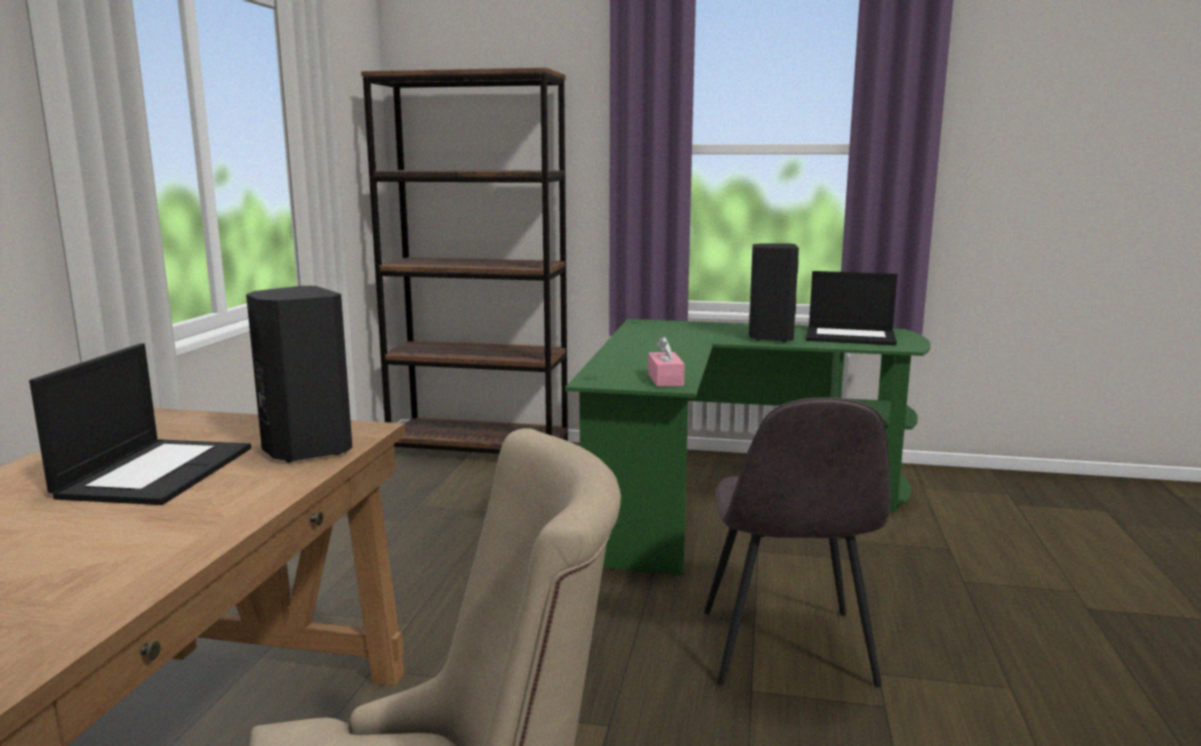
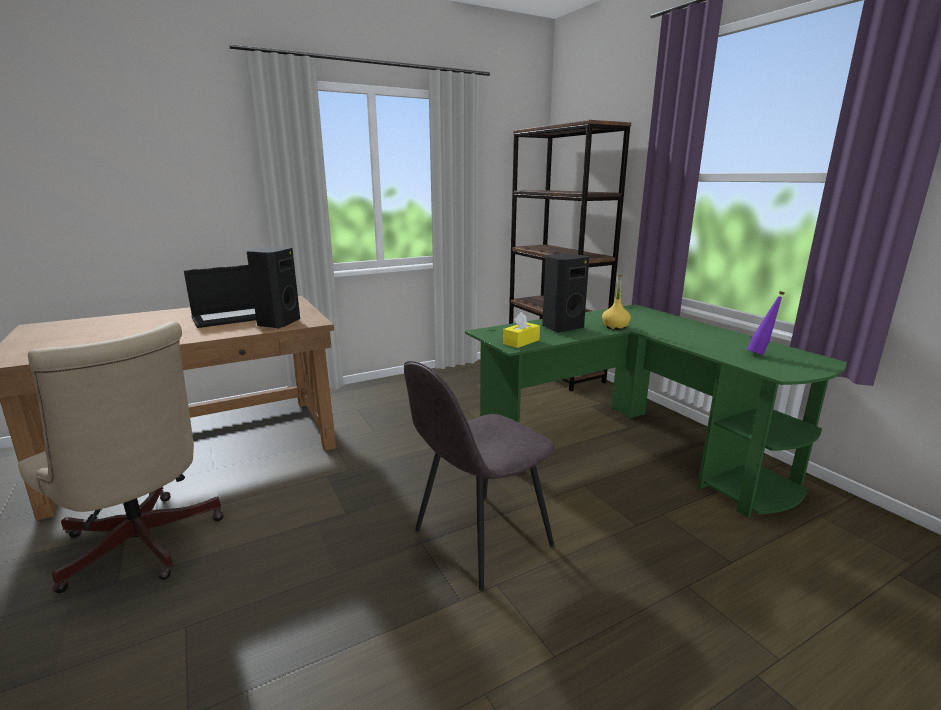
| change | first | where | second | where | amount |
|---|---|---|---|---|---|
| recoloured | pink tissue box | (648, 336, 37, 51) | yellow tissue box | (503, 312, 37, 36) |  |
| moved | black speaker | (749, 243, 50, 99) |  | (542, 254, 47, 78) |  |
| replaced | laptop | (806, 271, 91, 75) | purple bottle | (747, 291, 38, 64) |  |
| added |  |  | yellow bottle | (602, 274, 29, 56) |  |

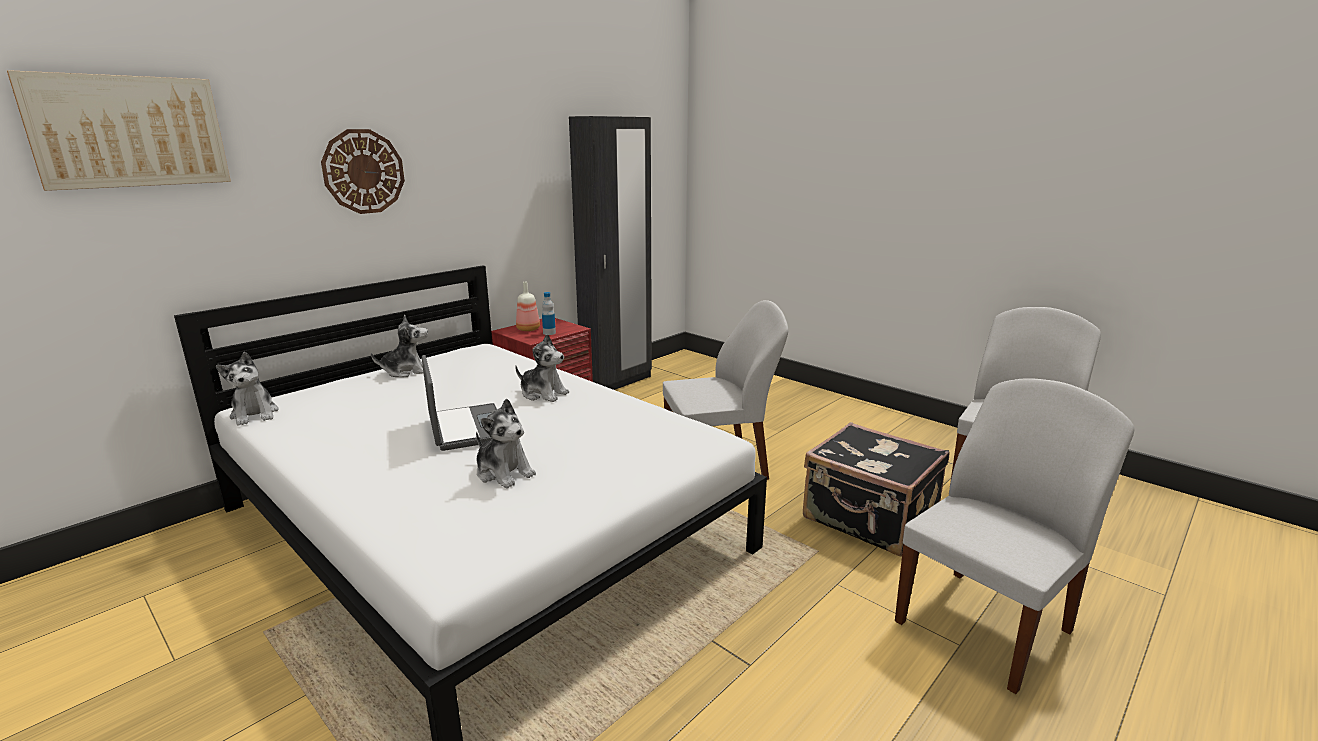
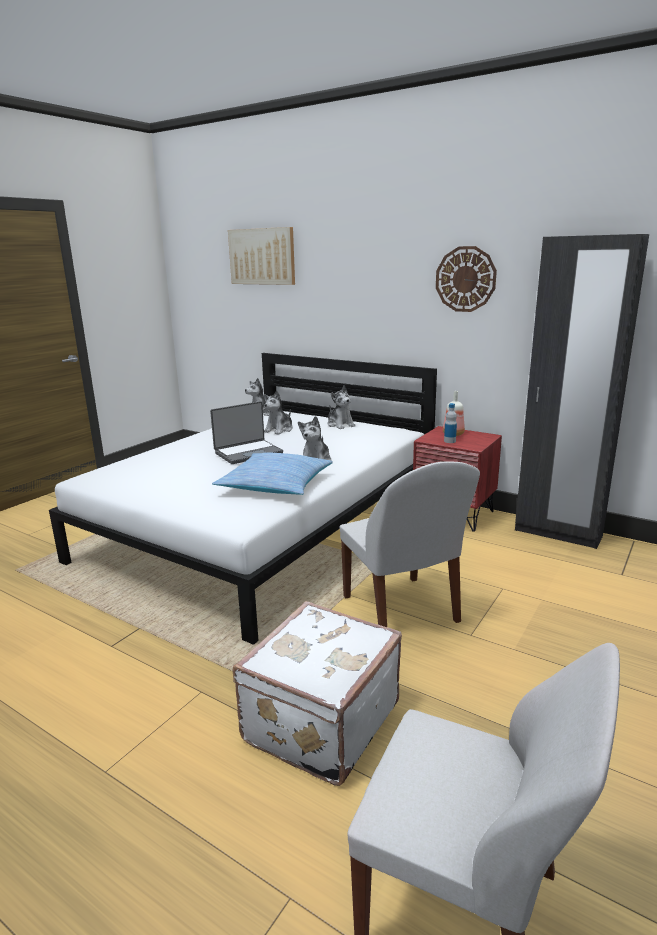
| change | first | where | second | where | amount |
|---|---|---|---|---|---|
| moved | wall clock | (321, 129, 84, 85) |  | (436, 246, 61, 66) |  |
| moved | plush toy | (476, 399, 60, 89) |  | (264, 391, 29, 44) |  |
| recoloured | black suitcase | (803, 422, 146, 135) | white suitcase | (232, 601, 170, 185) |  |
| removed | white chair | (895, 378, 239, 316) |  |  |  |
| added |  |  | pillow | (212, 452, 121, 43) |  |

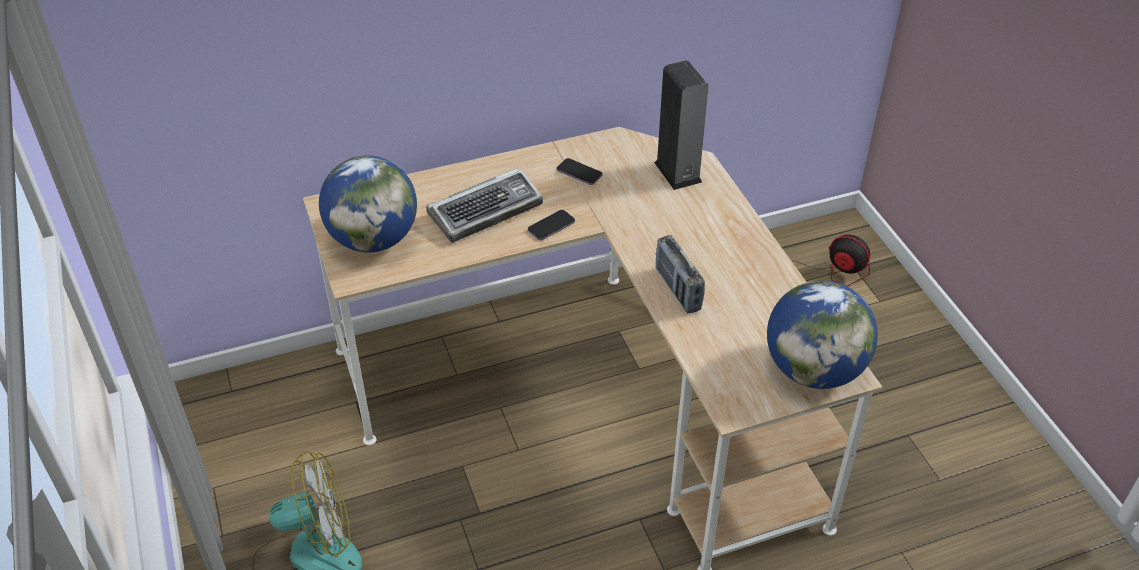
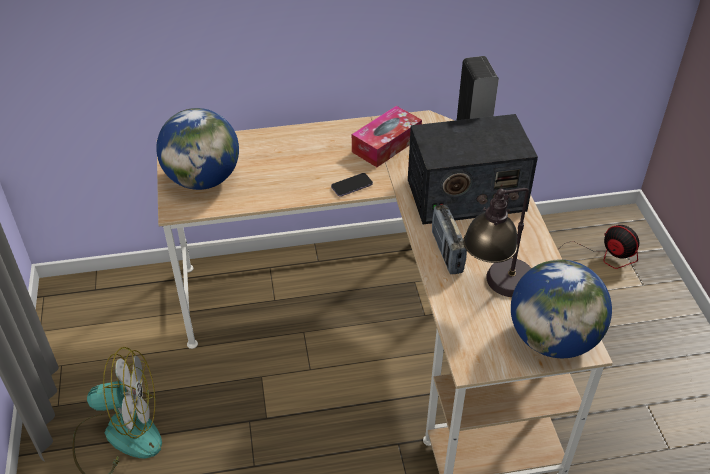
| change | first | where | second | where | amount |
|---|---|---|---|---|---|
| removed | keyboard | (426, 168, 117, 75) |  |  |  |
| replaced | phone | (557, 158, 46, 27) | tissue box | (352, 106, 70, 61) |  |
| added |  |  | radio | (408, 114, 130, 110) |  |
| added |  |  | table lamp | (463, 188, 68, 109) |  |

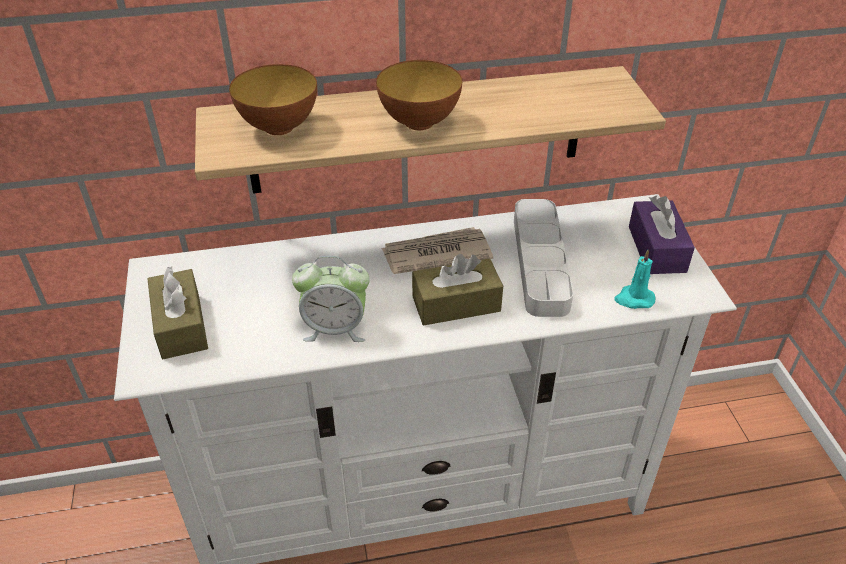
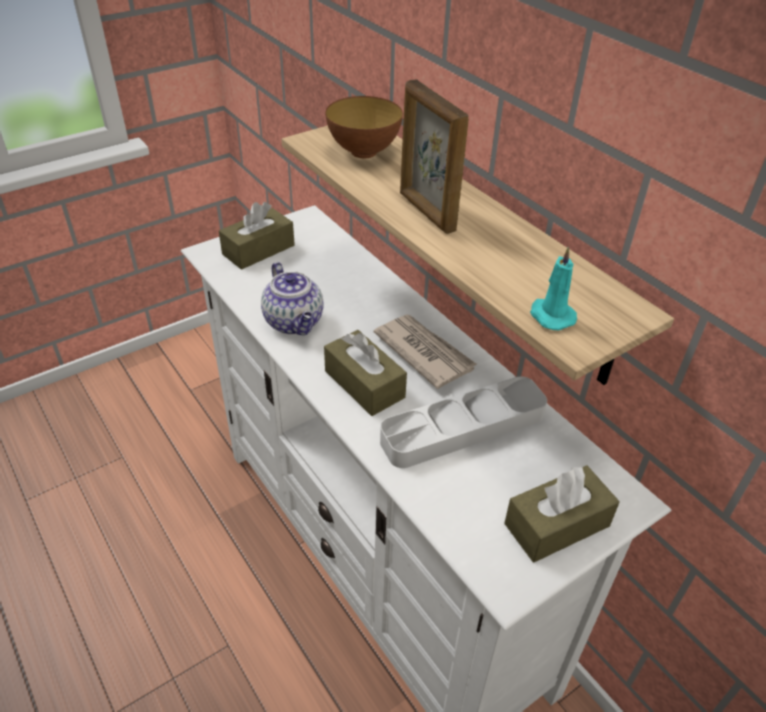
| change | first | where | second | where | amount |
|---|---|---|---|---|---|
| replaced | alarm clock | (292, 255, 78, 87) | teapot | (261, 262, 63, 73) |  |
| replaced | bowl | (376, 60, 86, 70) | picture frame | (400, 79, 69, 155) |  |
| moved | turquoise candle | (614, 250, 42, 59) |  | (530, 246, 47, 84) |  |
| recoloured | purple tissue box | (629, 195, 66, 79) | brown tissue box | (504, 466, 116, 96) |  |

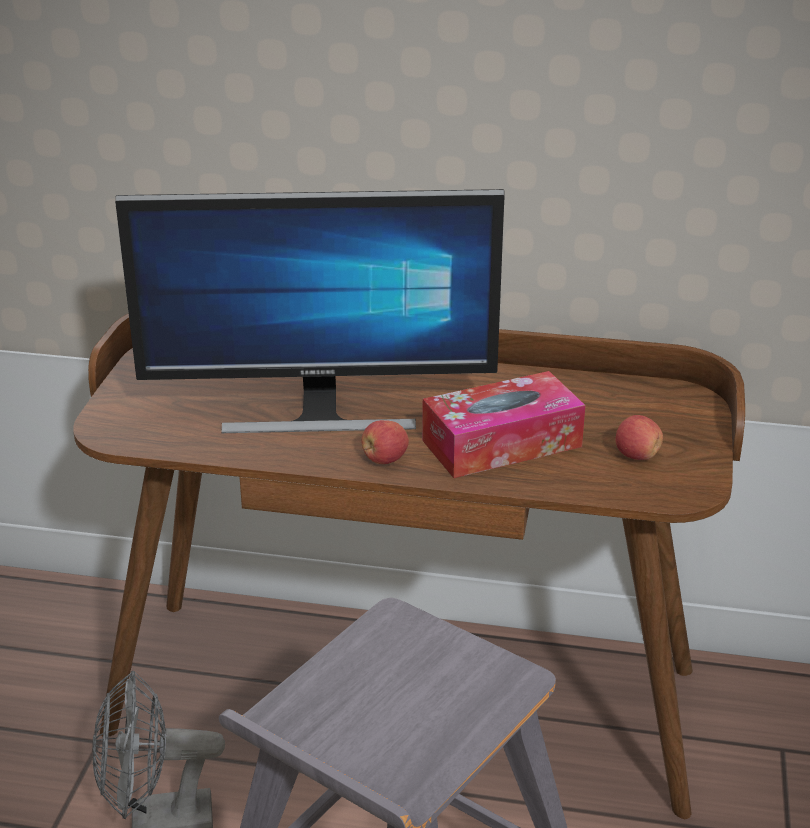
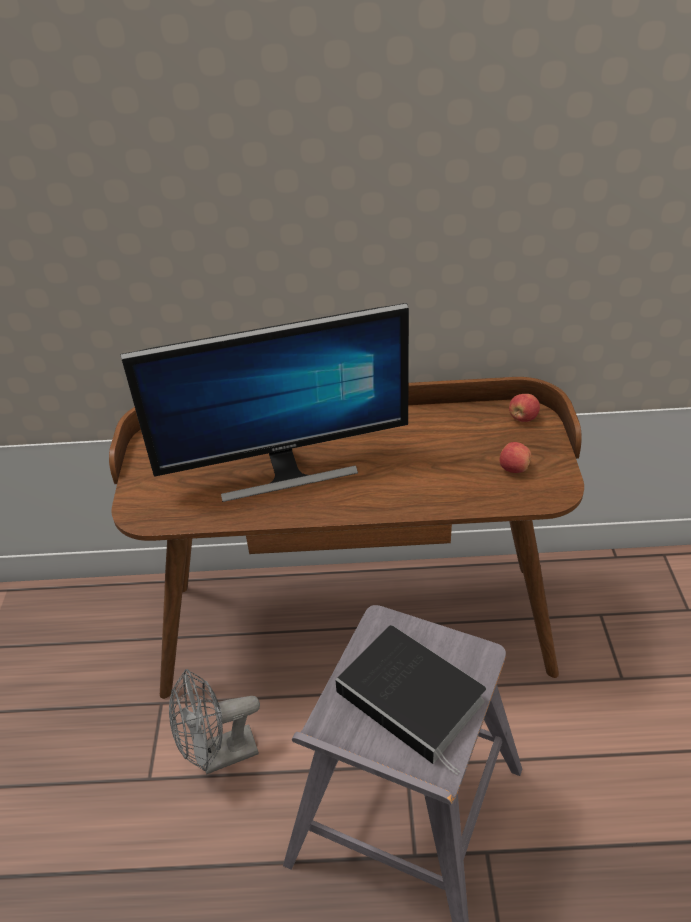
| change | first | where | second | where | amount |
|---|---|---|---|---|---|
| moved | apple | (361, 420, 48, 44) |  | (509, 394, 31, 28) |  |
| removed | tissue box | (422, 371, 163, 107) |  |  |  |
| added |  |  | book | (335, 625, 151, 150) |  |

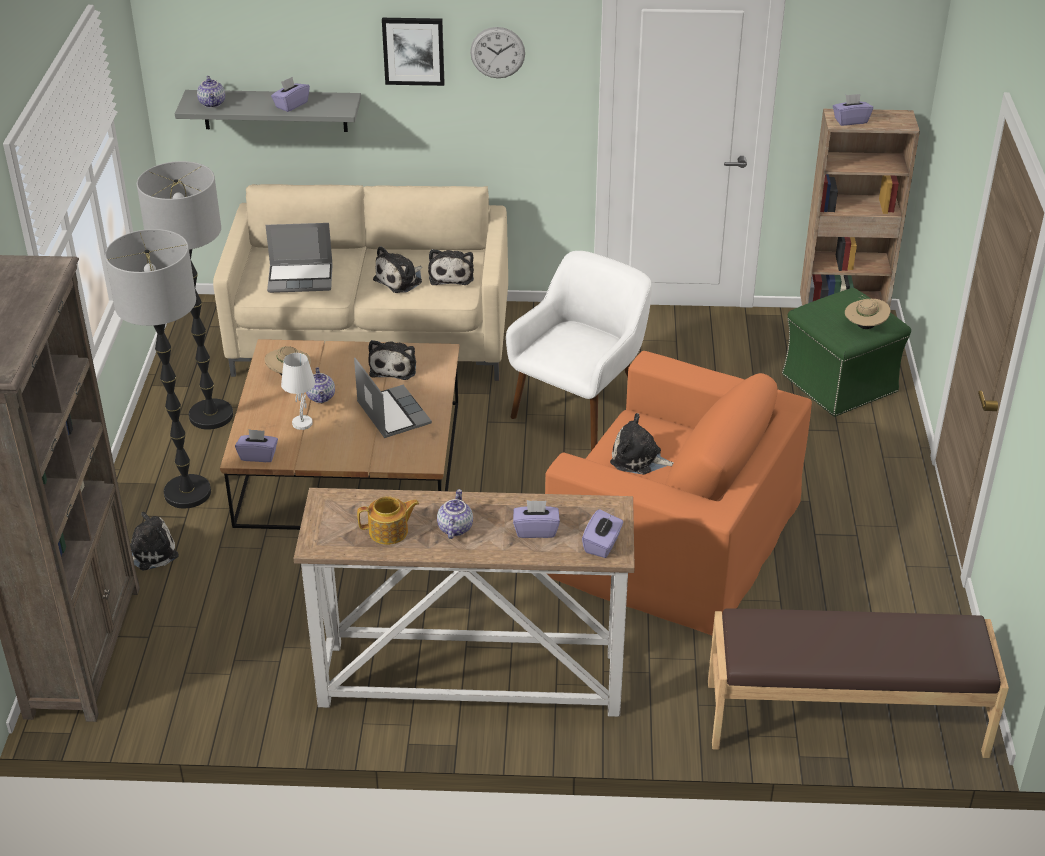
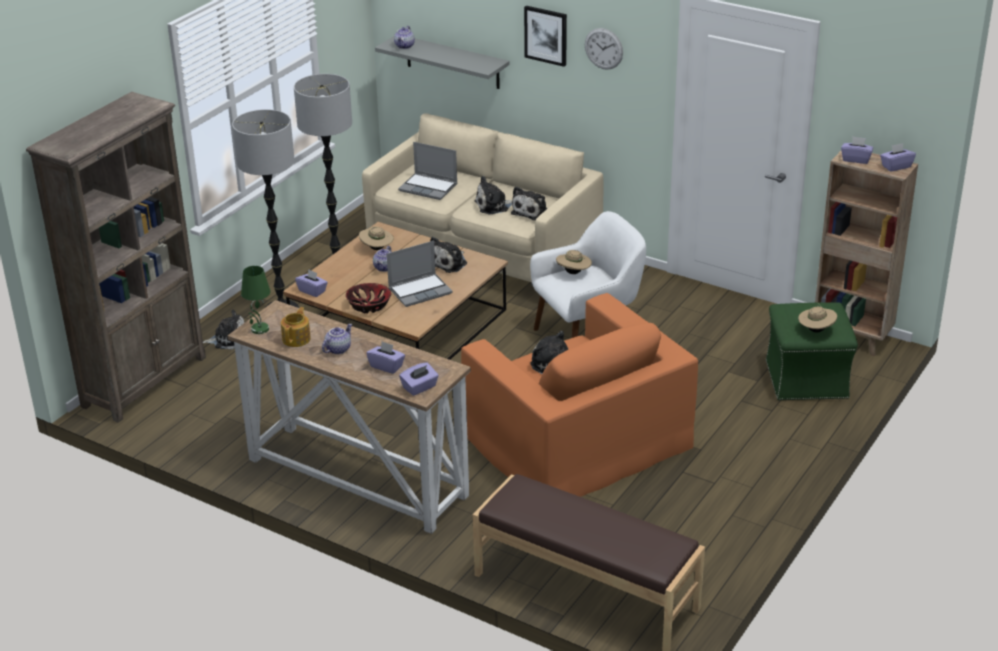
| change | first | where | second | where | amount |
|---|---|---|---|---|---|
| moved | purple tissue box | (271, 77, 39, 35) |  | (880, 143, 36, 29) |  |
| removed | white table lamp | (281, 353, 34, 77) |  |  |  |
| turned | laptop | (354, 358, 78, 80) |  | (387, 241, 65, 66) | 60 degrees clockwise |
| turned | teapot | (357, 496, 62, 49) |  | (281, 307, 30, 40) | 90 degrees counterclockwise |
| added |  |  | green table lamp | (241, 266, 30, 68) |  |
| added |  |  | bowl | (346, 283, 45, 30) |  |
| added |  |  | beige hat | (556, 250, 36, 24) |  |

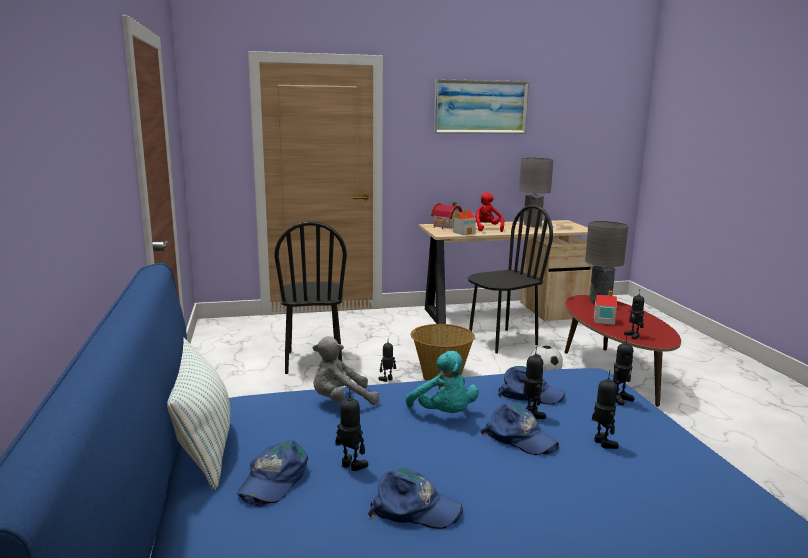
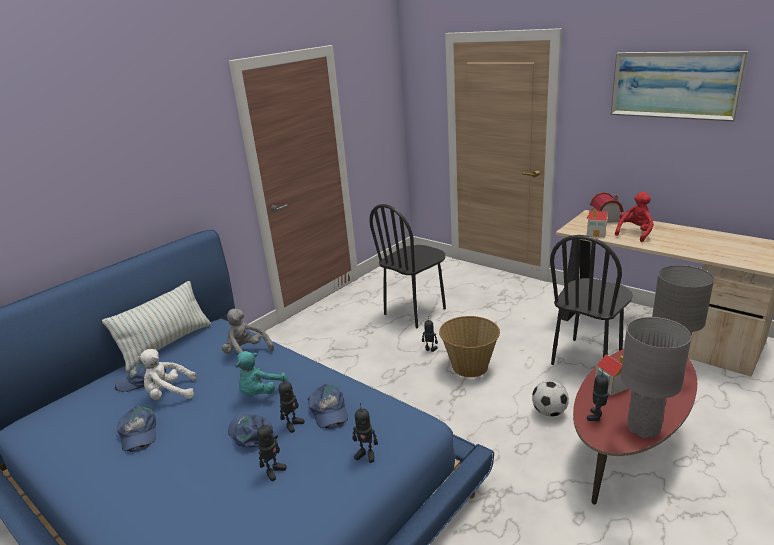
| change | first | where | second | where | amount |
|---|---|---|---|---|---|
| replaced | toy robot | (335, 388, 33, 83) | white plush toy | (137, 349, 60, 51) |  |
| turned | black chair | (468, 205, 85, 148) |  | (550, 235, 83, 130) | 105 degrees clockwise |
| turned | blue cap | (480, 403, 79, 52) |  | (228, 414, 50, 33) | 135 degrees clockwise |
| moved | grey table lamp | (519, 158, 35, 69) |  | (621, 317, 70, 121) |  |

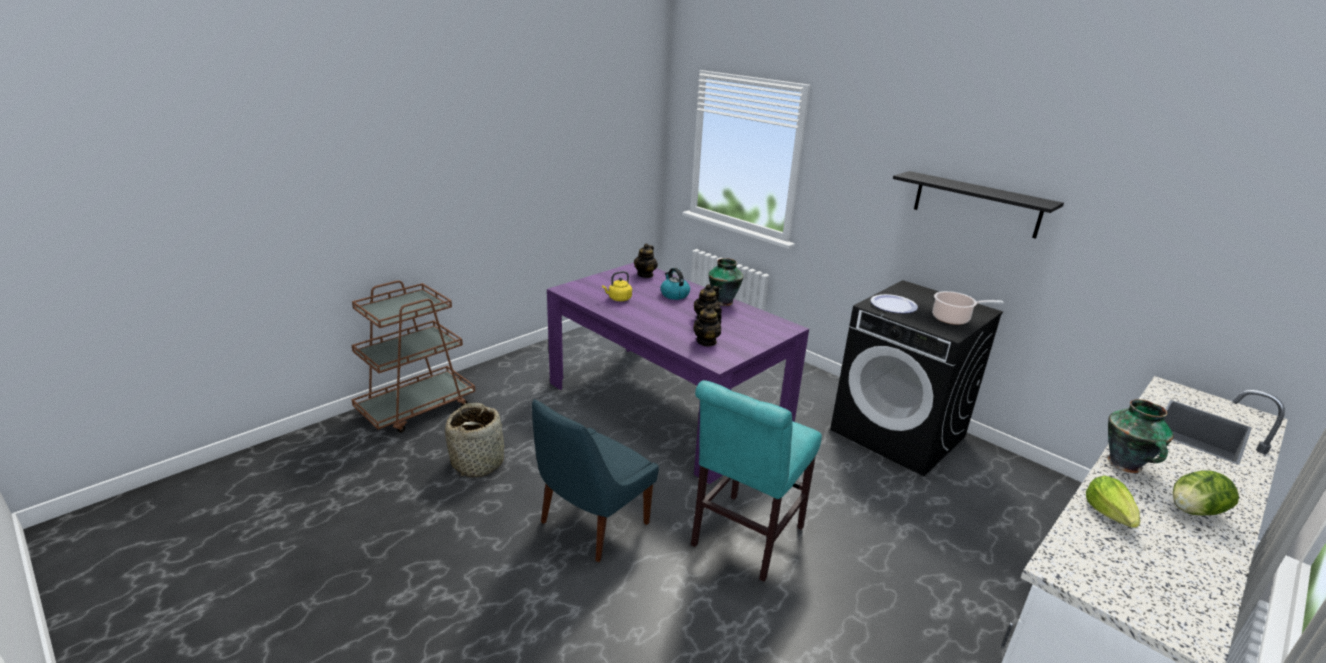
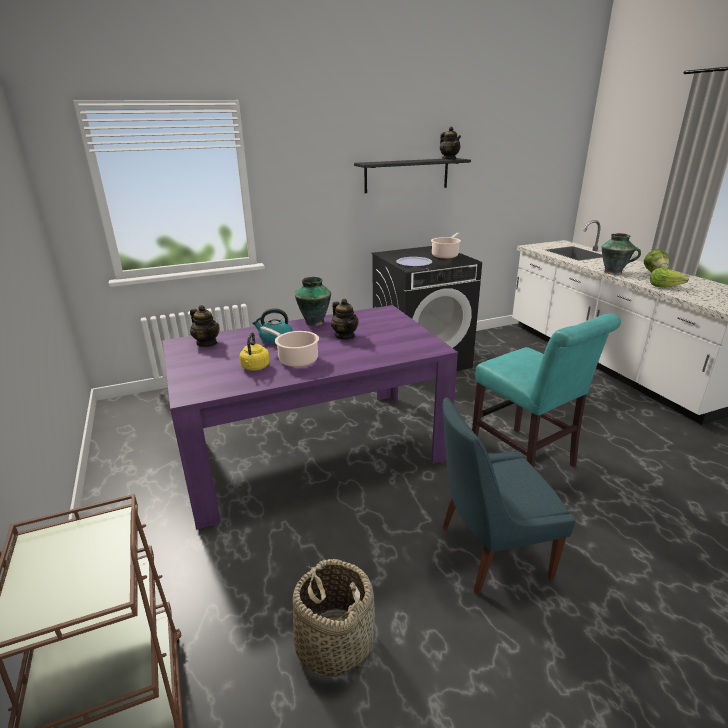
| change | first | where | second | where | amount |
|---|---|---|---|---|---|
| turned | blue chair | (532, 399, 127, 163) |  | (442, 397, 134, 198) | 105 degrees clockwise |
| moved | teapot | (693, 304, 29, 43) |  | (440, 126, 21, 34) |  |
| added |  |  | cooking pot | (260, 327, 59, 40) |  |

